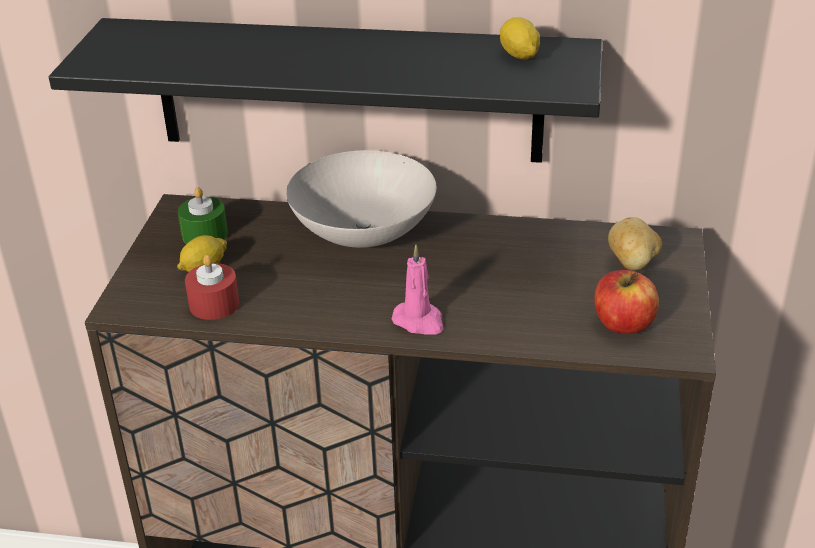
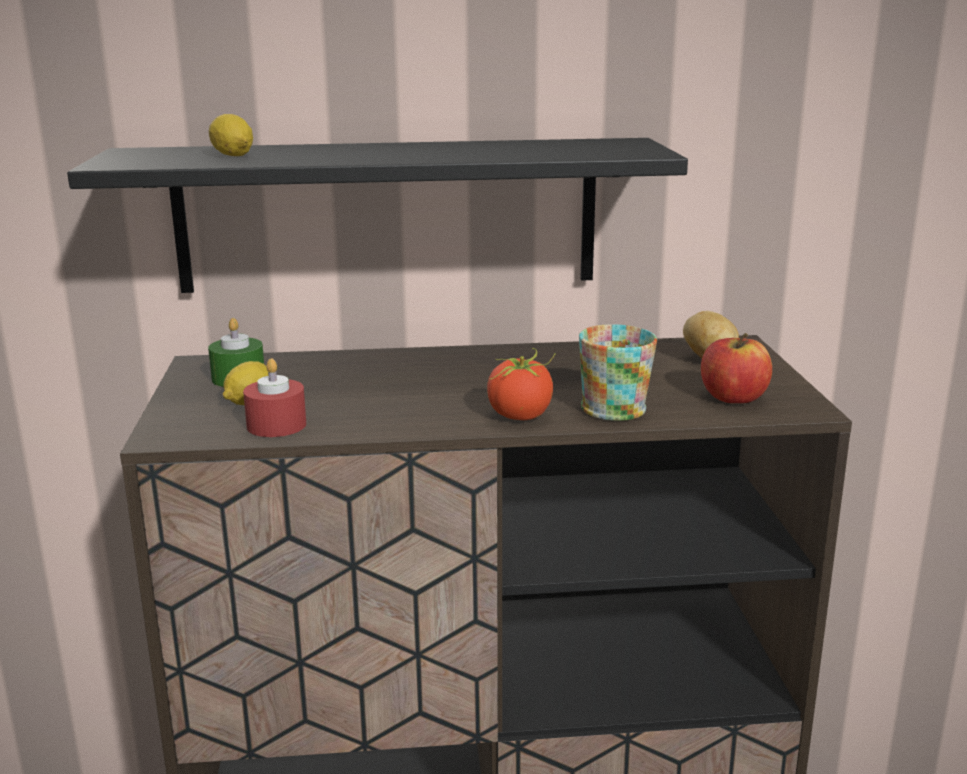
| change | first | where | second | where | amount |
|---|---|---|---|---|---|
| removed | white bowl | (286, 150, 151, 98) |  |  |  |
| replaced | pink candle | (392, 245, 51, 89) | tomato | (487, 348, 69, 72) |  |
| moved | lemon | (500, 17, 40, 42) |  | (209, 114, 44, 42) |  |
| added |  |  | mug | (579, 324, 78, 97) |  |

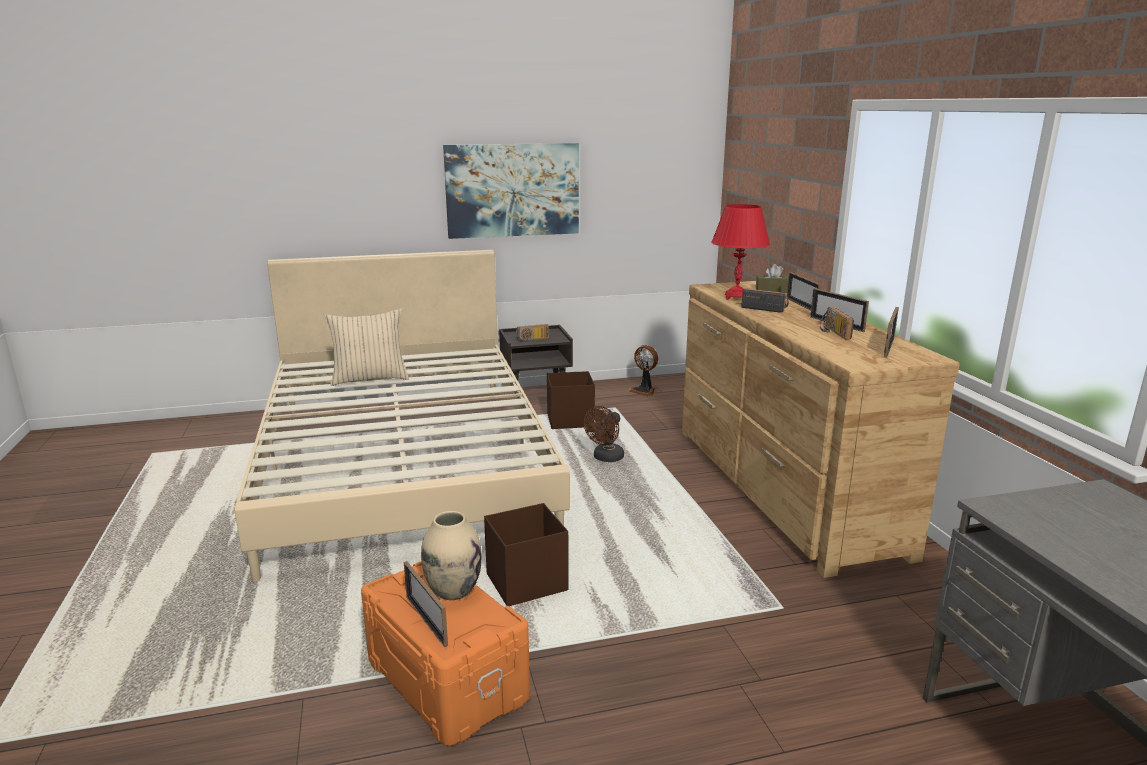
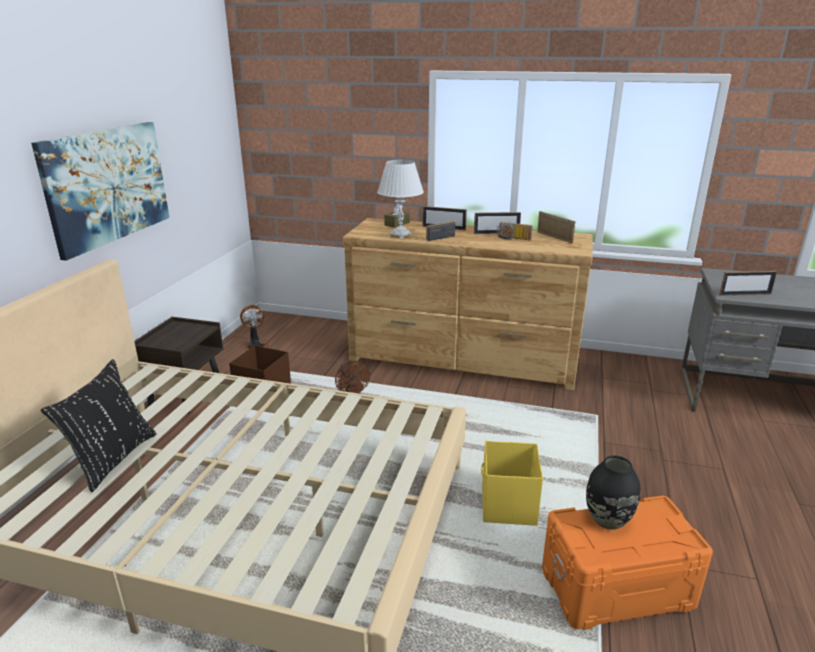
| change | first | where | second | where | amount |
|---|---|---|---|---|---|
| recoloured | beige pillow | (325, 309, 84, 77) | black pillow | (41, 359, 116, 133) |  |
| moved | picture frame | (404, 561, 44, 86) |  | (719, 271, 58, 25) |  |
| recoloured | beige vase | (421, 511, 61, 89) | black vase | (586, 456, 54, 74) |  |
| recoloured | brown storage box | (484, 503, 84, 103) | yellow storage box | (481, 441, 62, 85) |  |
| removed | radio | (516, 324, 33, 18) |  |  |  |
| recoloured | red table lamp | (711, 204, 59, 96) | white table lamp | (377, 160, 47, 79) |  |

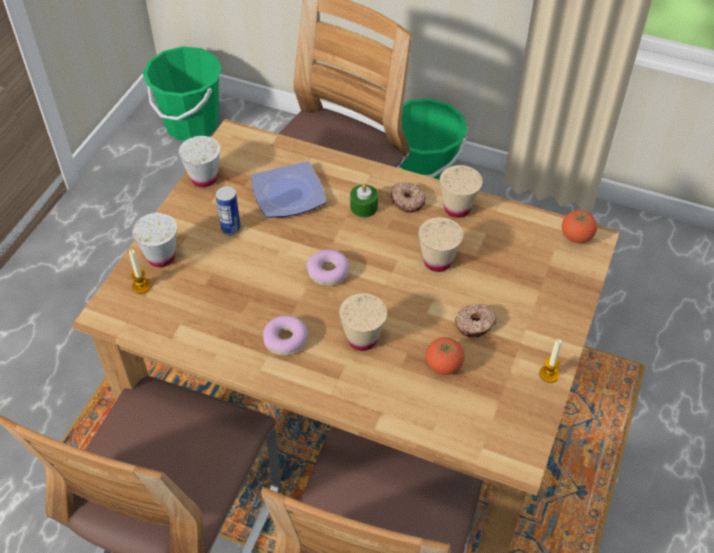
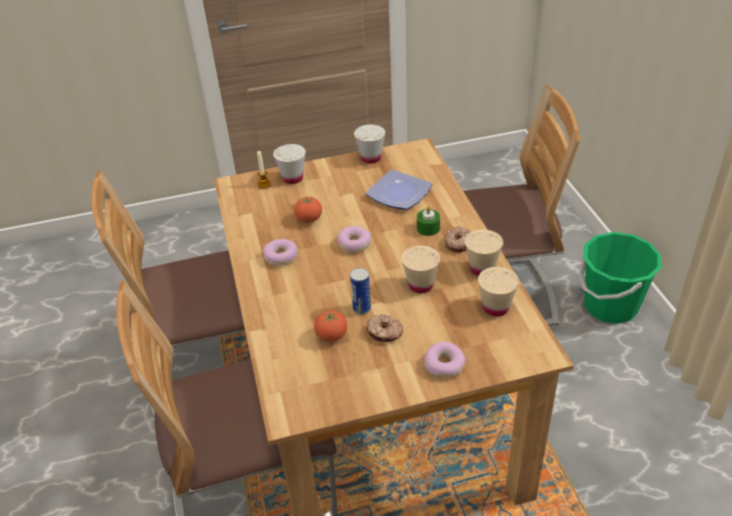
| change | first | where | second | where | amount |
|---|---|---|---|---|---|
| removed | green bucket | (143, 46, 79, 95) |  |  |  |
| moved | can | (215, 186, 26, 49) |  | (350, 268, 21, 47) |  |
| moved | beige cup | (339, 293, 48, 58) |  | (478, 267, 41, 50) |  |
| removed | candle | (539, 339, 23, 44) |  |  |  |
| moved | tomato | (562, 210, 35, 33) |  | (295, 197, 27, 26) |  |
| added |  |  | donut | (424, 342, 42, 35) |  |

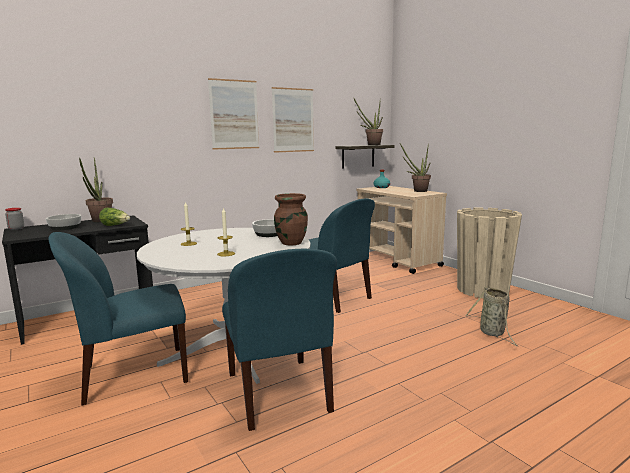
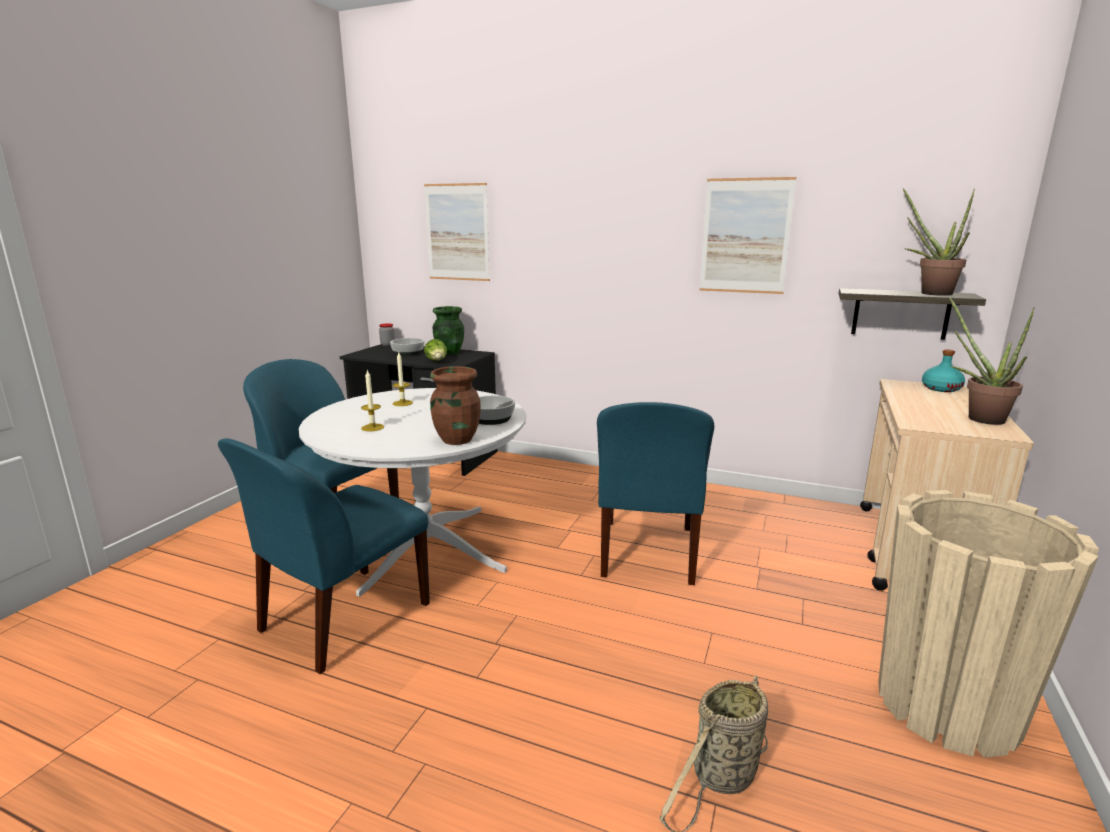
| change | first | where | second | where | amount |
|---|---|---|---|---|---|
| replaced | potted plant | (79, 157, 34, 65) | green vase | (433, 306, 31, 49) |  |
| moved | picture | (208, 78, 51, 72) |  | (424, 183, 66, 98) |  |

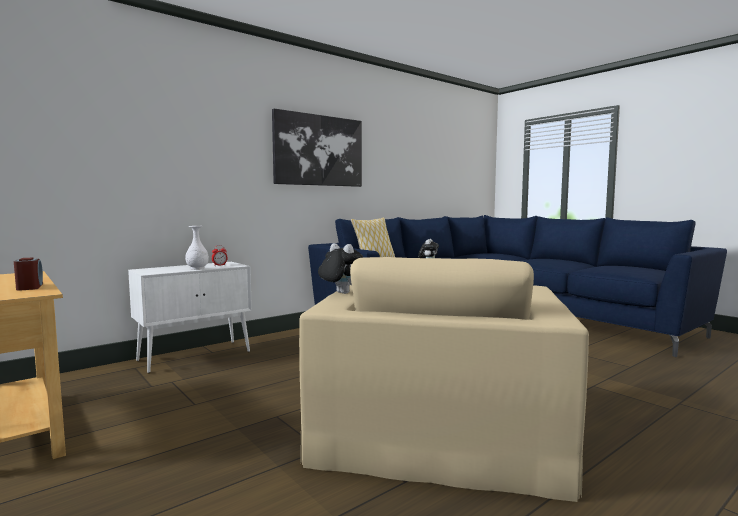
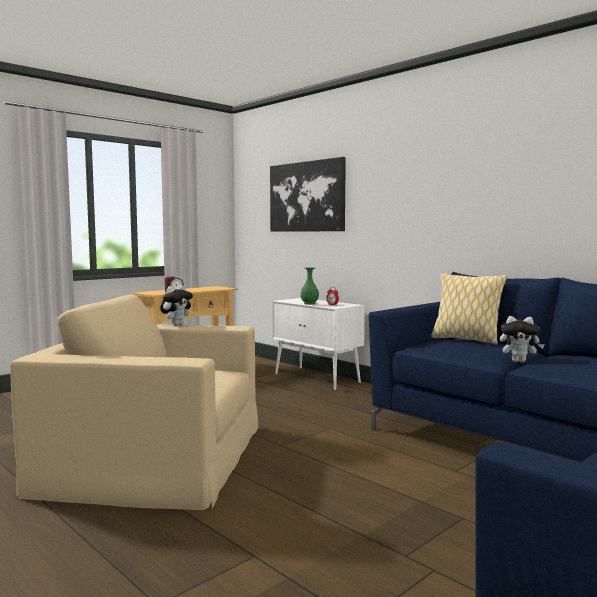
| change | first | where | second | where | amount |
|---|---|---|---|---|---|
| recoloured | white vase | (185, 226, 24, 44) | green vase | (301, 267, 18, 38) |  |
| moved | picture | (272, 109, 90, 78) |  | (270, 157, 76, 75) |  |

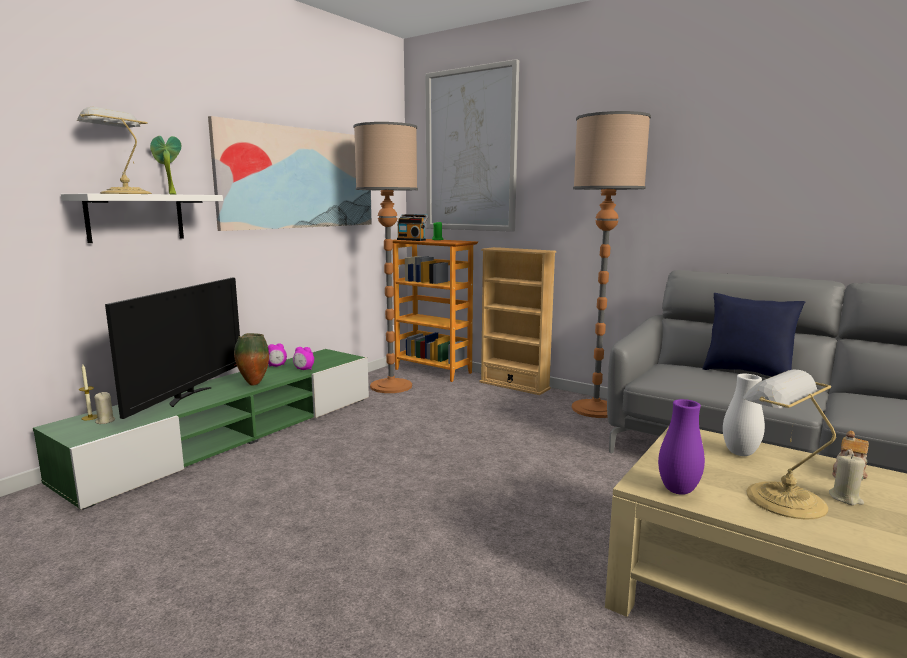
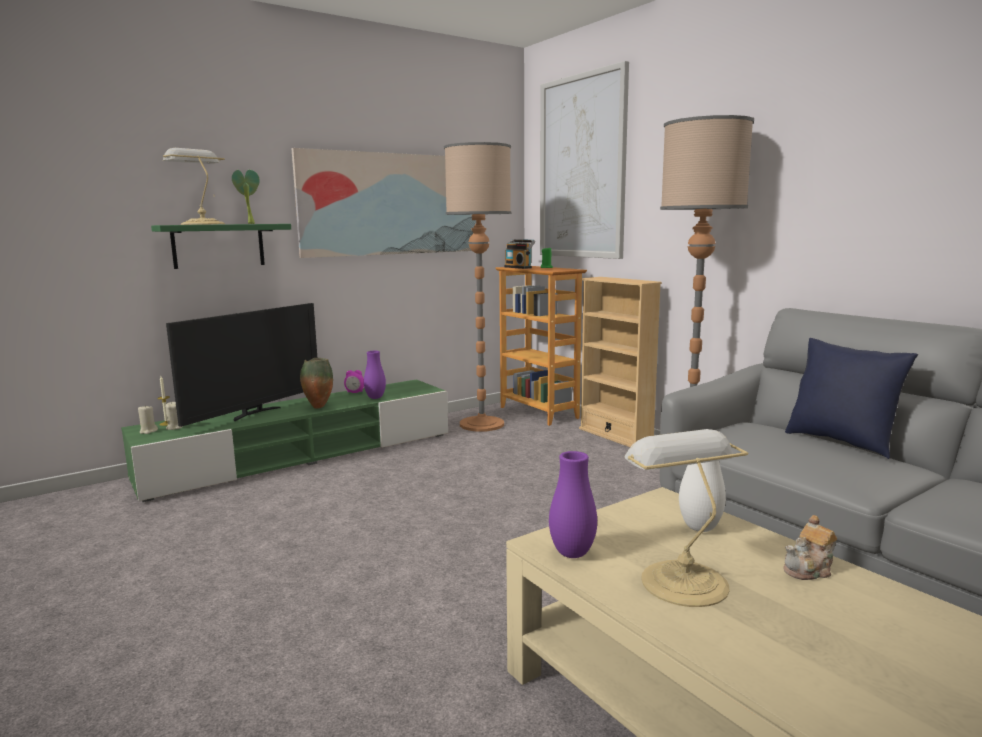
| change | first | where | second | where | amount |
|---|---|---|---|---|---|
| recoloured | white shelf | (61, 194, 162, 49) | green shelf | (151, 224, 140, 45) |  |
| replaced | alarm clock | (293, 347, 21, 23) | purple vase | (364, 351, 22, 48) |  |
| moved | beige candle | (829, 454, 36, 51) |  | (138, 405, 20, 29) |  |

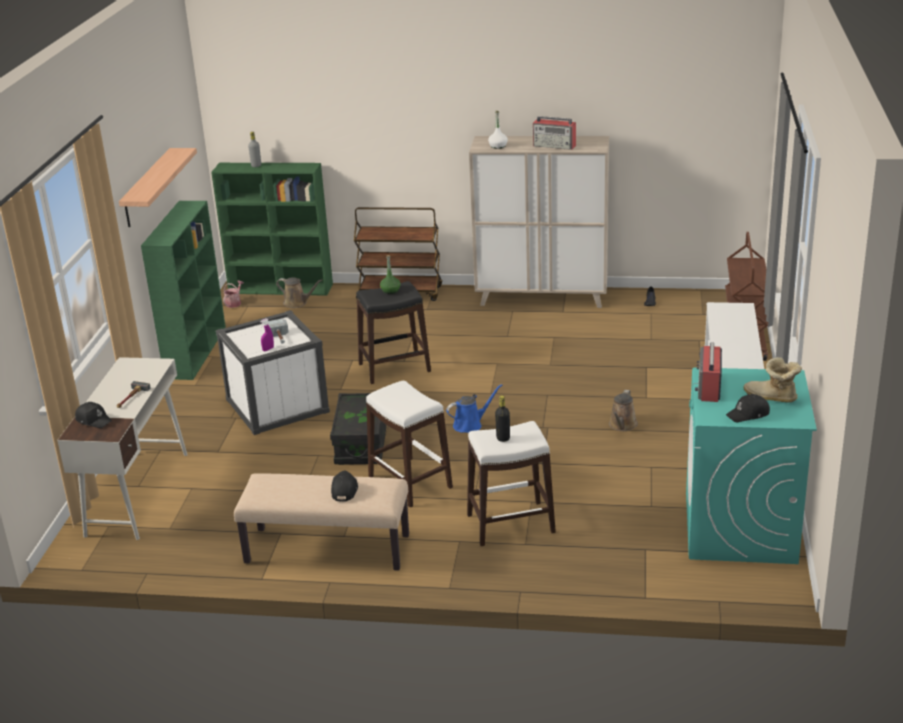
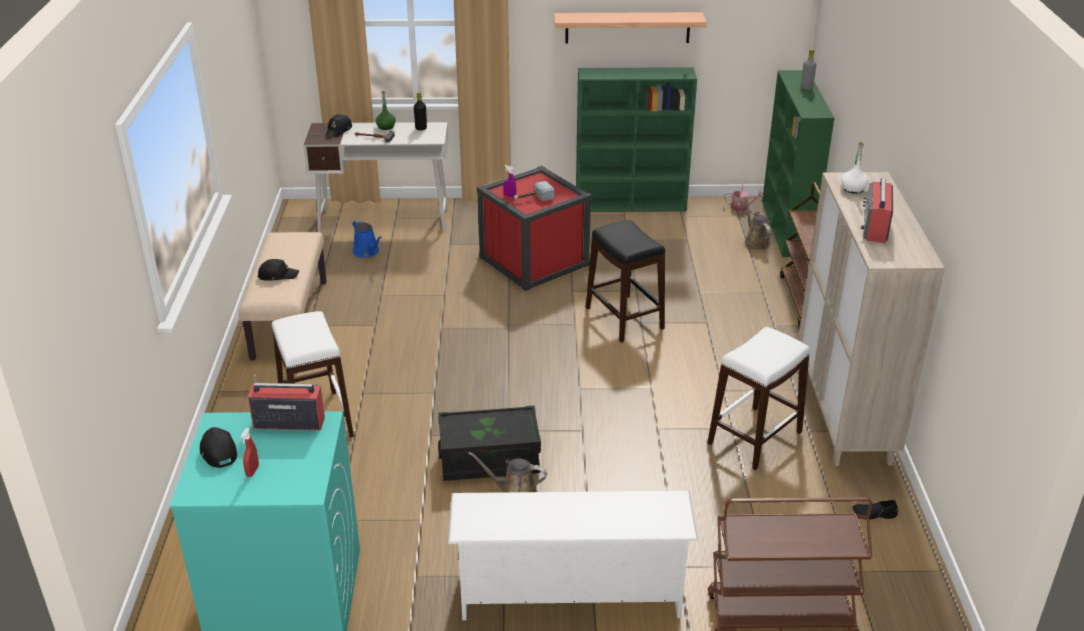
| change | first | where | second | where | amount |
|---|---|---|---|---|---|
| recoloured | white storage box | (216, 310, 114, 125) | red storage box | (477, 166, 115, 125) |  |
| turned | brown watering can | (276, 277, 46, 31) |  | (744, 197, 27, 53) | 150 degrees clockwise |
| moved | black storage box | (330, 393, 57, 72) |  | (438, 406, 103, 75) |  |
| moved | white stool | (366, 381, 87, 127) |  | (708, 327, 102, 143) |  |
| moved | green bottle | (380, 255, 21, 39) |  | (375, 91, 21, 39) |  |
| moved | blue watering can | (446, 384, 56, 49) |  | (353, 220, 29, 38) |  |
| moved | black bottle | (495, 395, 15, 47) |  | (414, 92, 13, 38) |  |
| replaced | boot | (744, 357, 58, 46) | red spray bottle | (241, 428, 18, 49) |  |

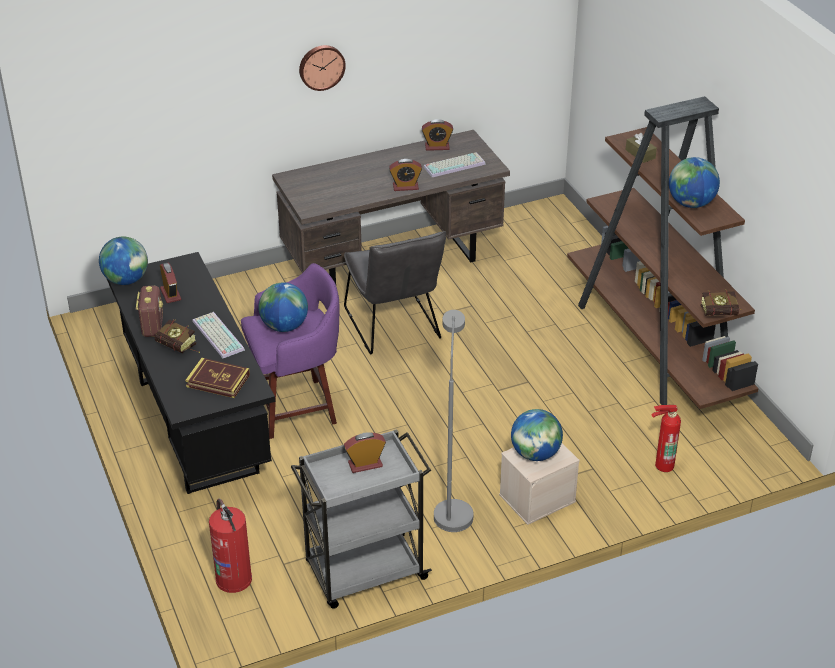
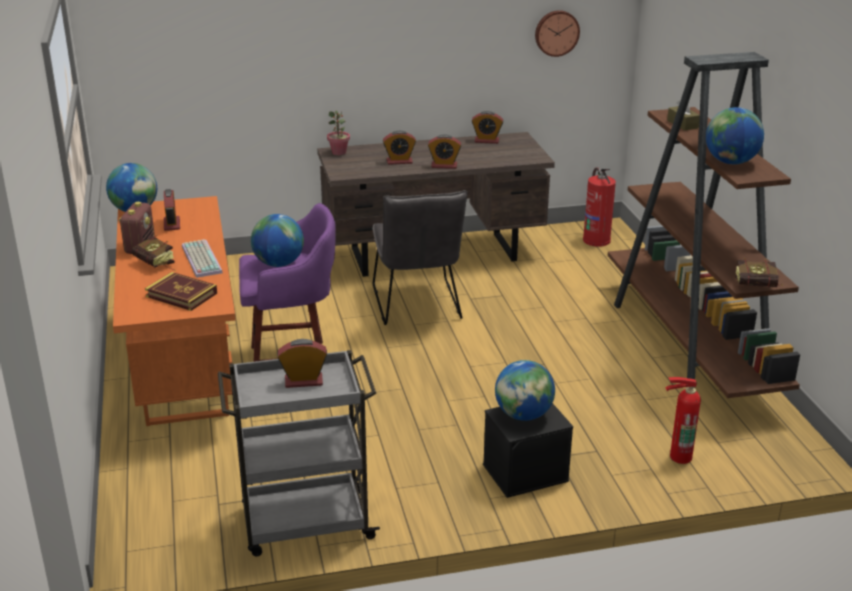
| change | first | where | second | where | amount |
|---|---|---|---|---|---|
| recoloured | black desk | (106, 252, 169, 242) | orange desk | (113, 196, 123, 230) |  |
| moved | fire extinguisher | (209, 499, 43, 94) |  | (583, 167, 33, 80) |  |
| moved | wall clock | (299, 45, 47, 46) |  | (535, 10, 45, 47) |  |
| removed | keyboard | (424, 152, 62, 25) |  |  |  |
| removed | grey floor lamp | (434, 310, 39, 222) |  |  |  |
| recoloured | beige storage box | (499, 443, 81, 82) | black storage box | (483, 403, 90, 95) |  |
| added |  |  | potted plant | (327, 111, 23, 44) |  |
| added |  |  | alarm clock | (383, 131, 33, 34) |  |

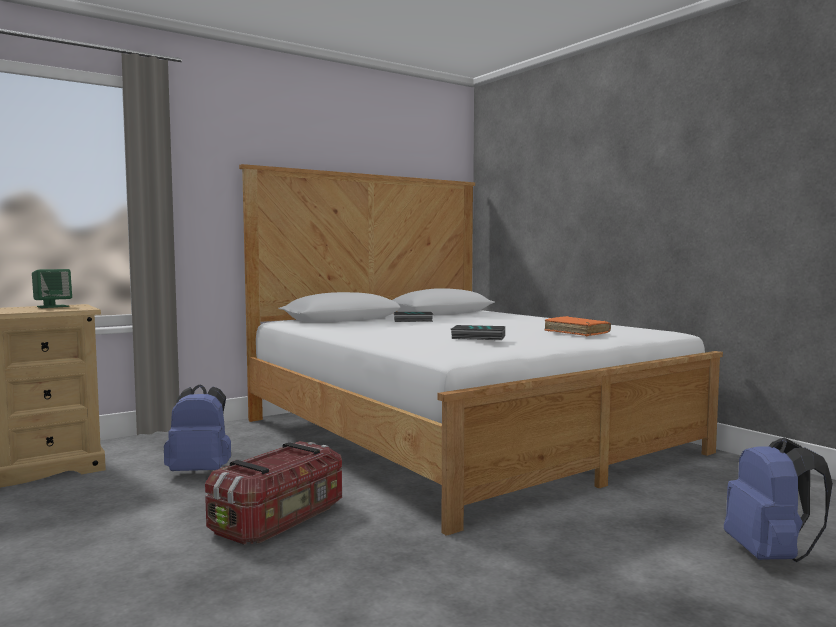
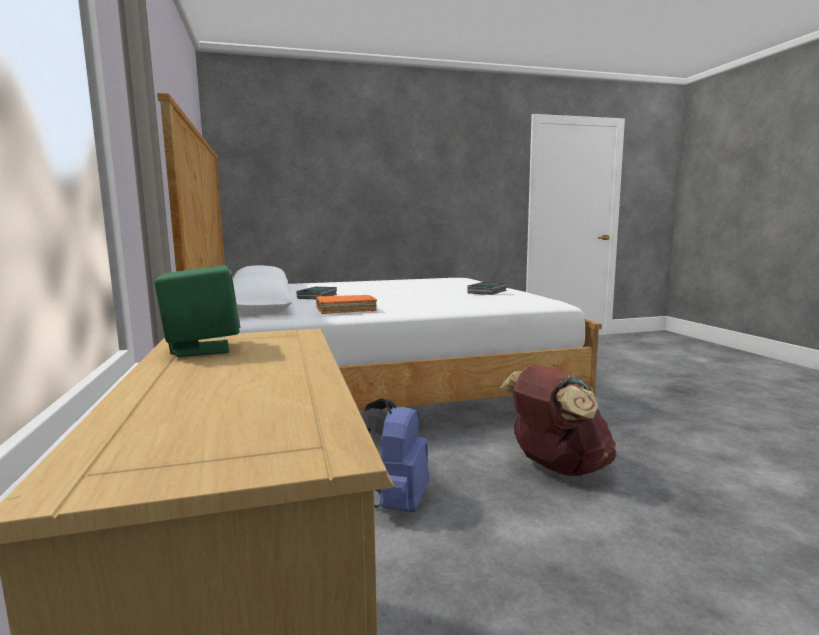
| change | first | where | second | where | amount |
|---|---|---|---|---|---|
| replaced | storage box | (205, 441, 137, 104) | brown backpack | (500, 364, 117, 112) |  |
| moved | orange book | (544, 316, 67, 20) |  | (316, 295, 61, 19) |  |
| removed | blue backpack | (724, 438, 109, 124) |  |  |  |

